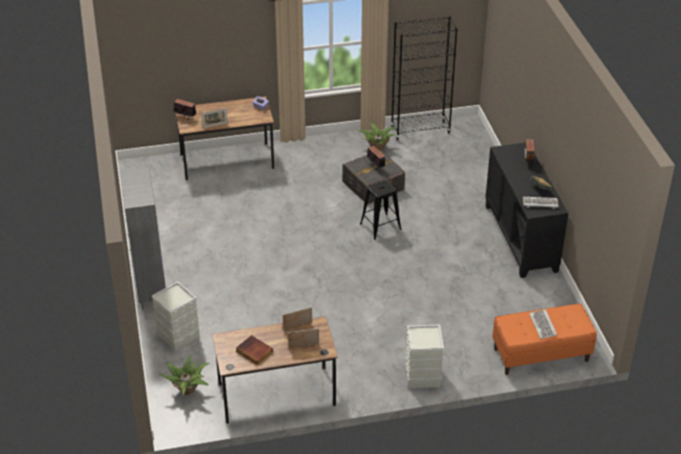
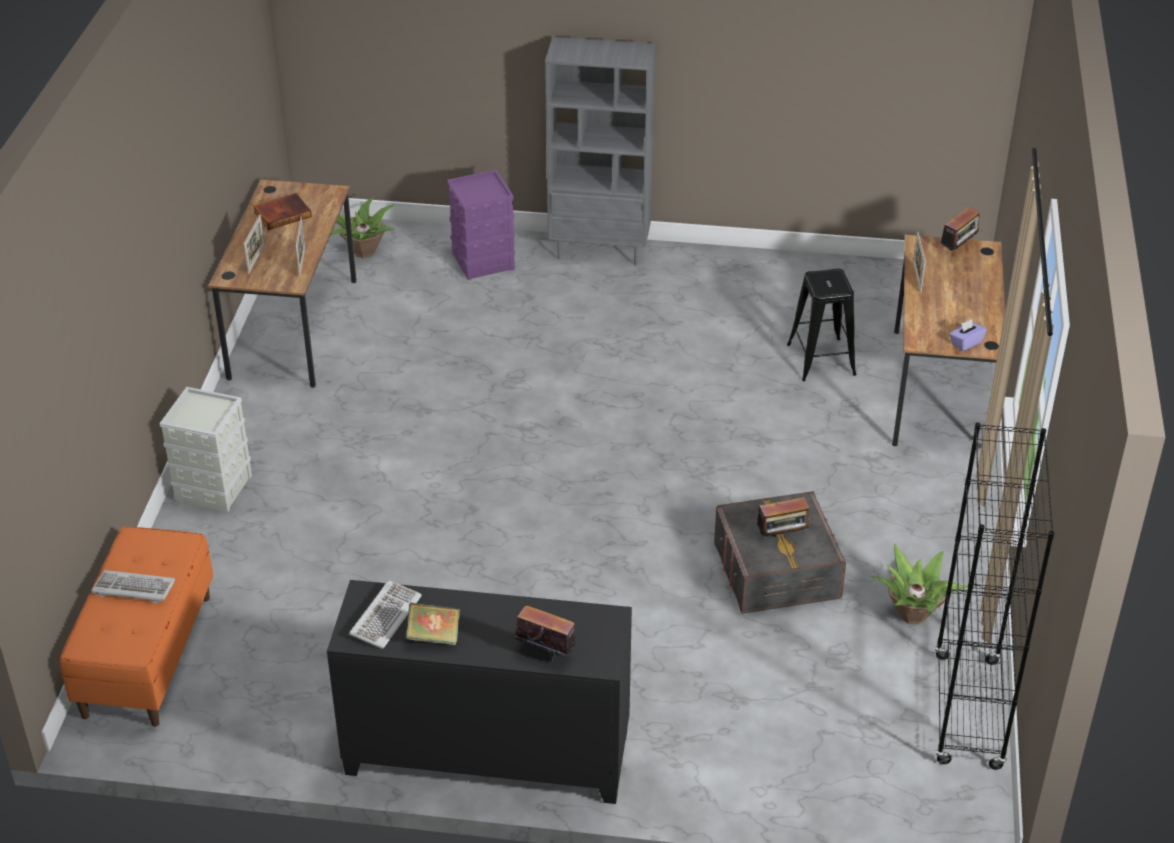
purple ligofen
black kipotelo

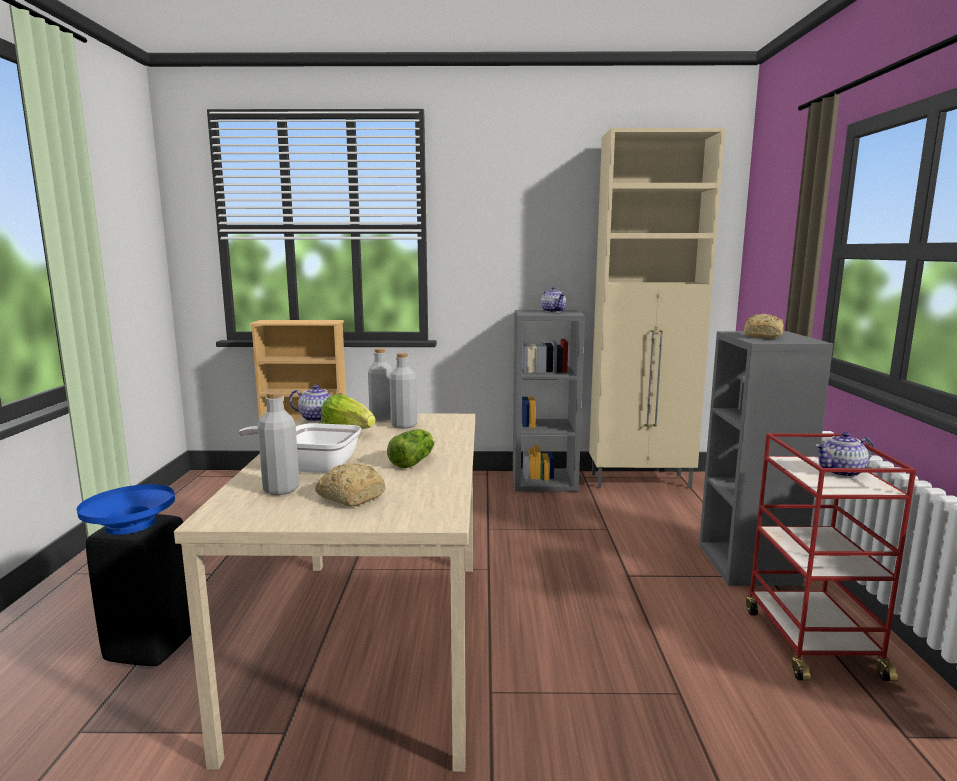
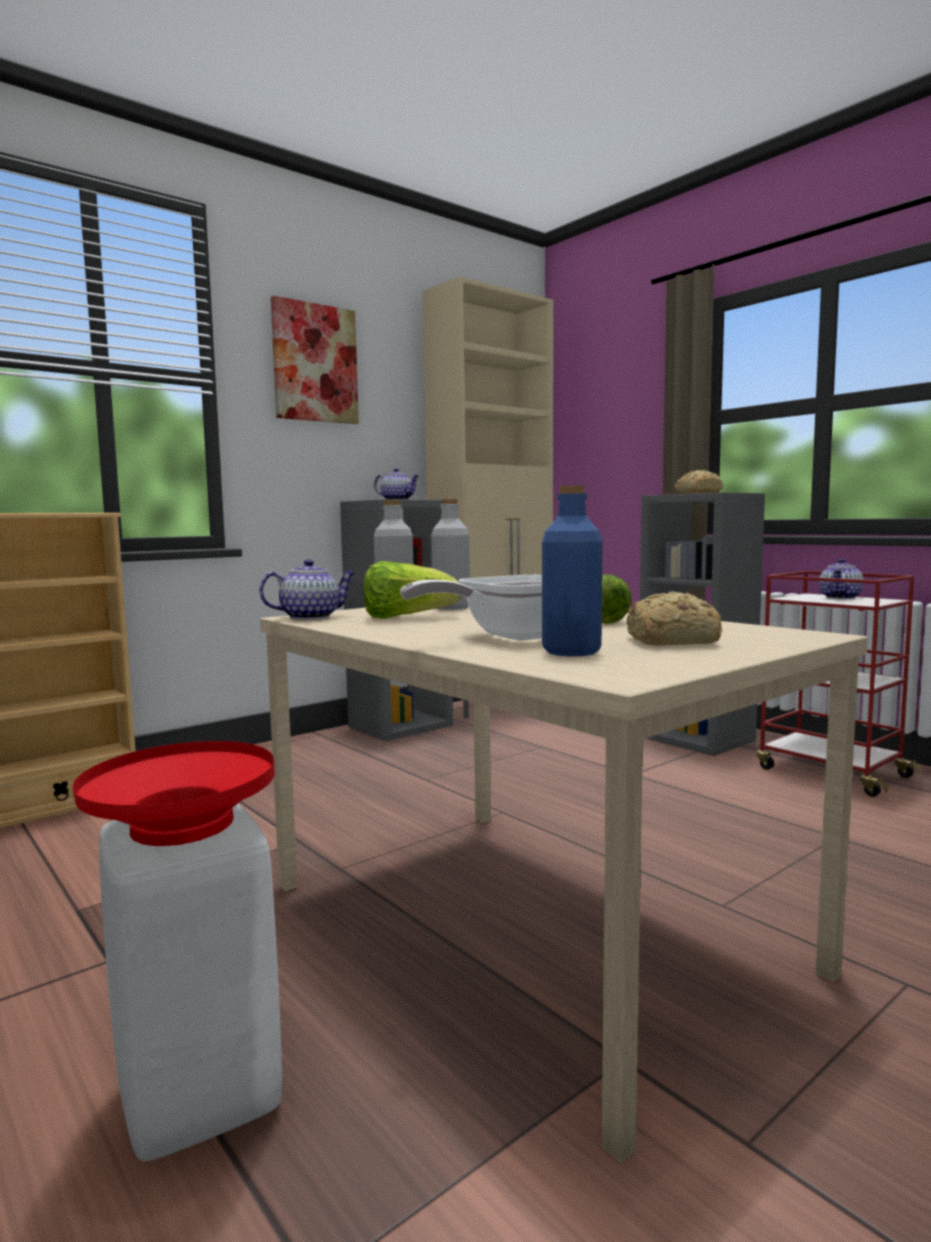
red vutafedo
white kipotelo
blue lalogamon
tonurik

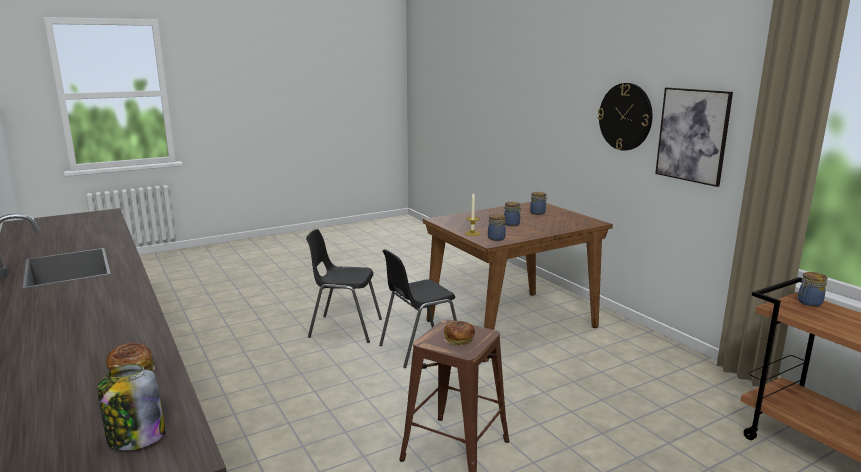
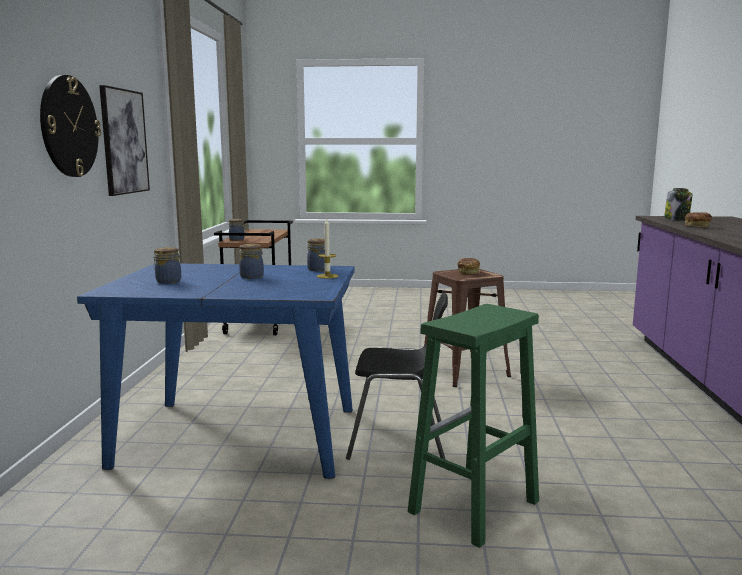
green kipotelo
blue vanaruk

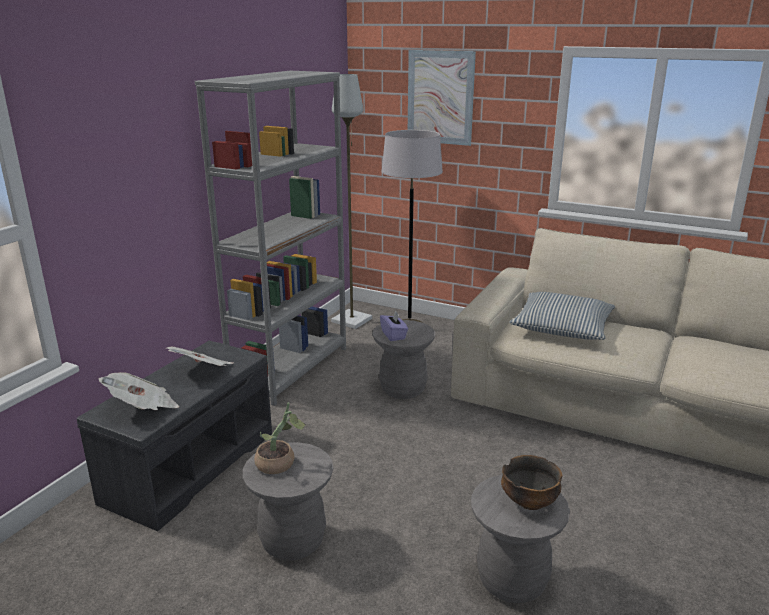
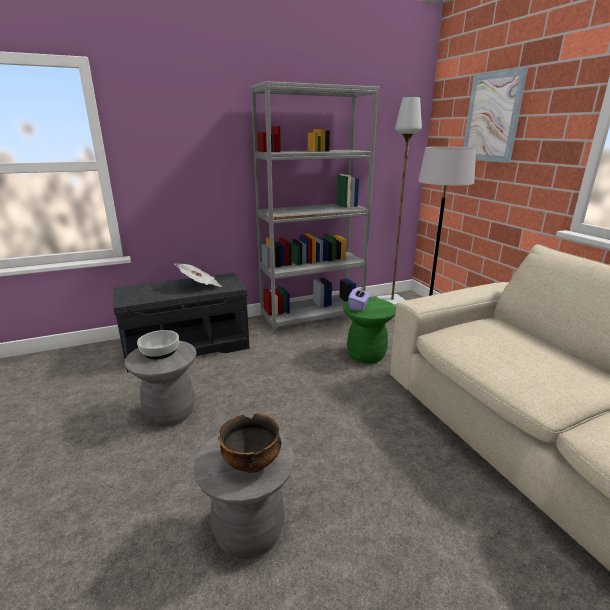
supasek (1st from left in the first image)
vutafedo (1st from left)
green kipotelo
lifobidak

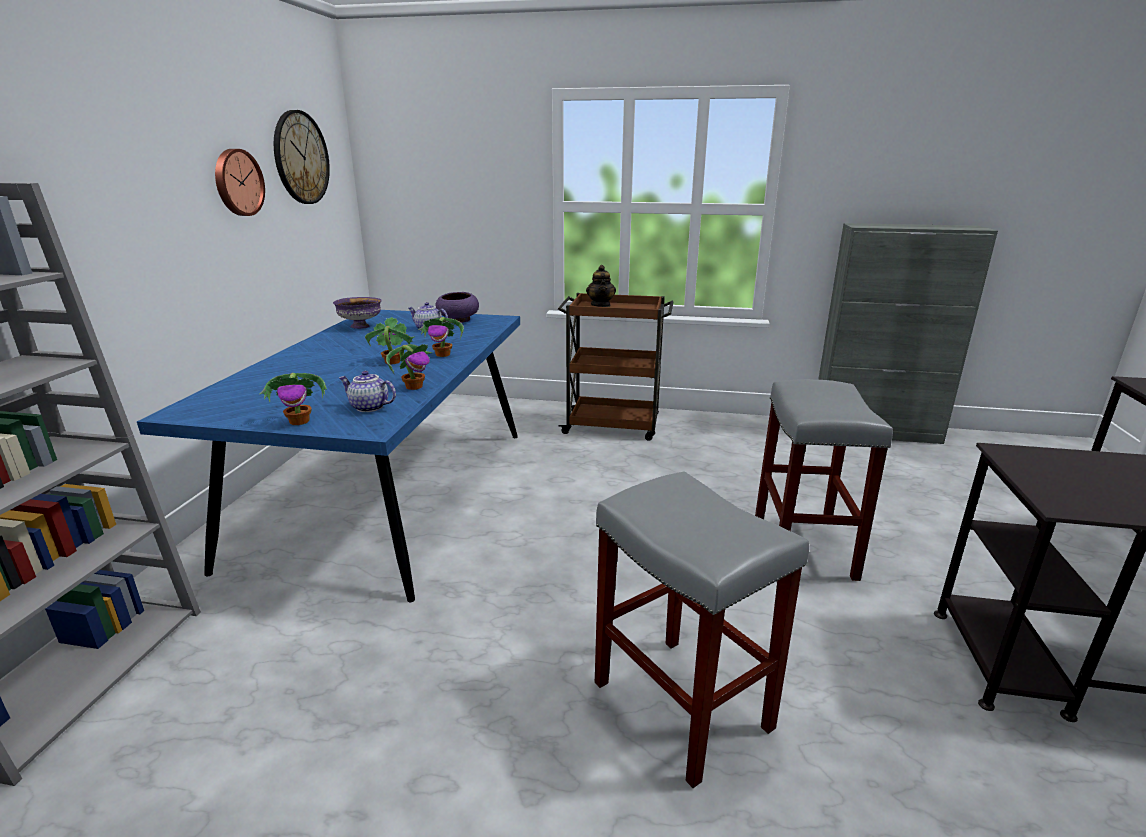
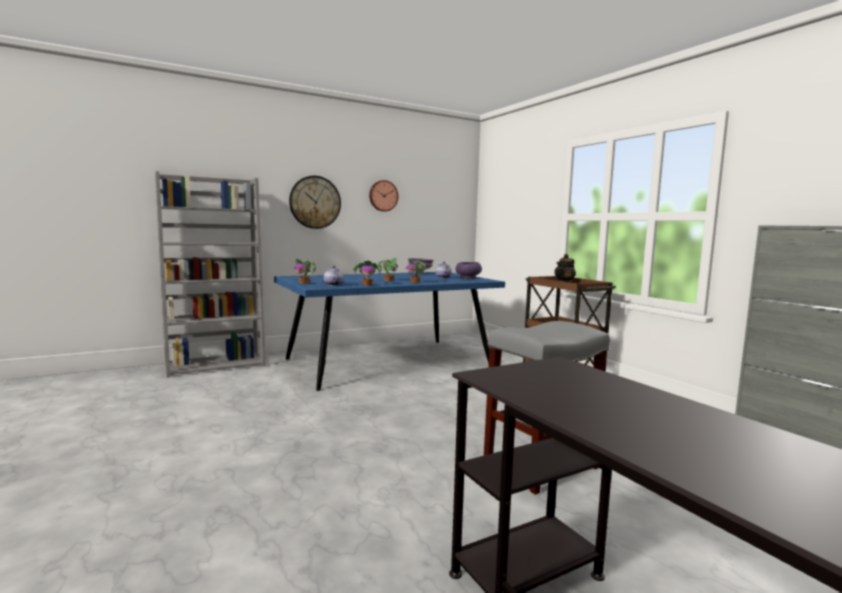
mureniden (1st from left)
grey kipotelo (1st from left in the first image)

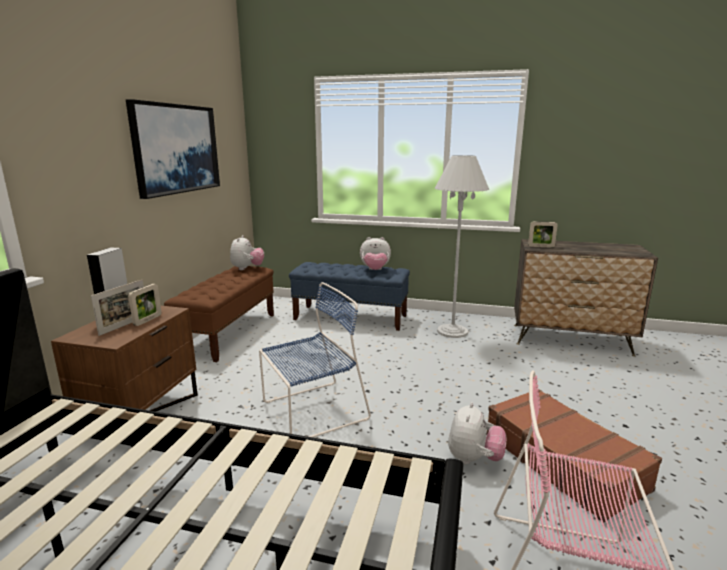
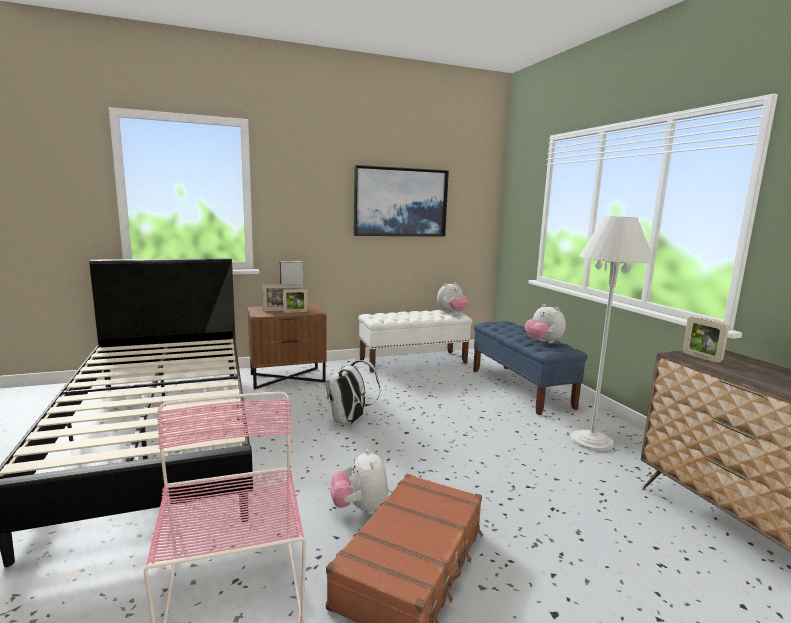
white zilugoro
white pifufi
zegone (1st from left)

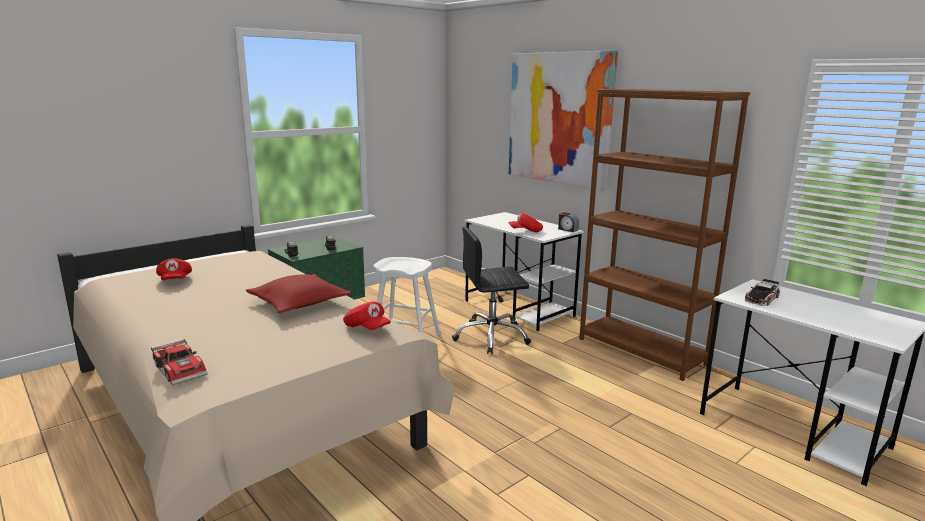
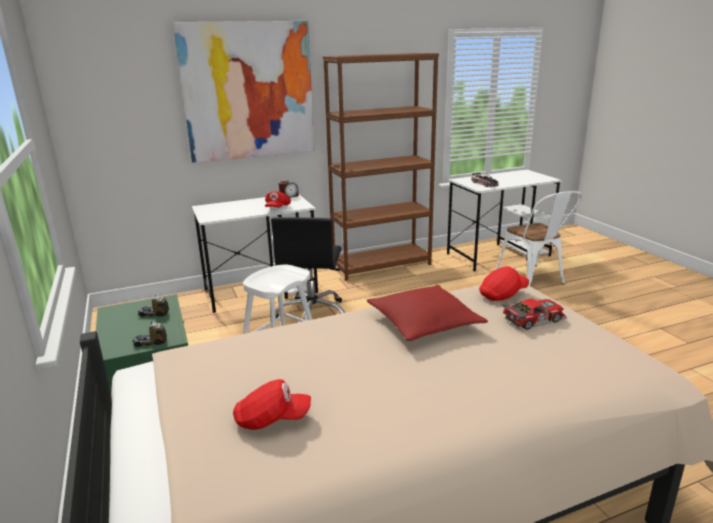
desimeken (2nd from left)
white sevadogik

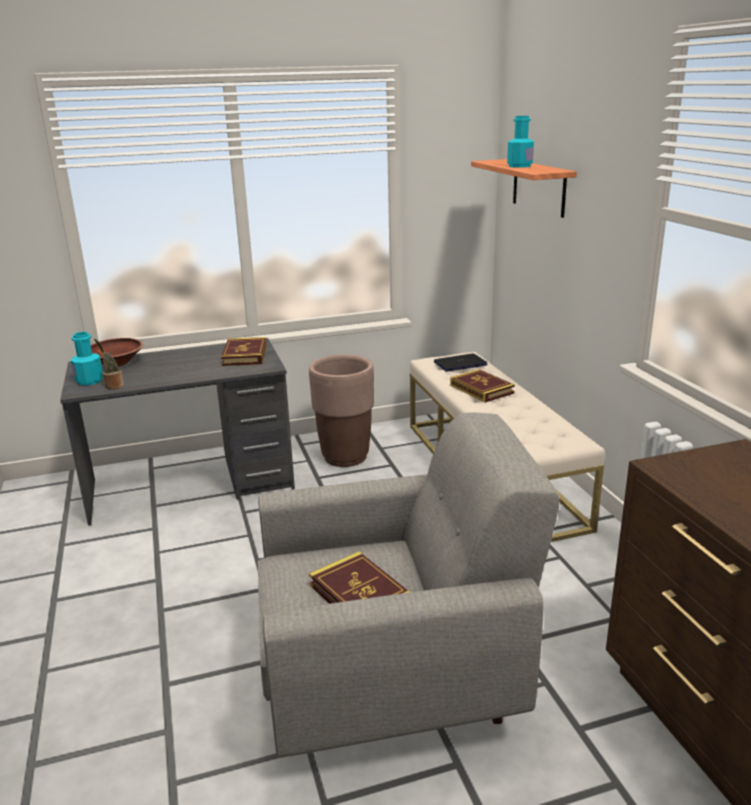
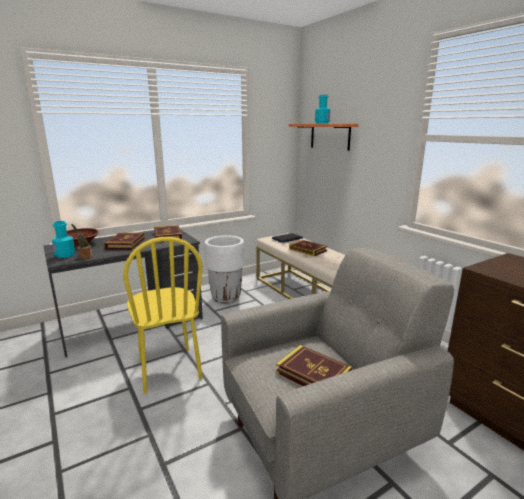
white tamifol
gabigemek (1st from left)
yellow sevadogik

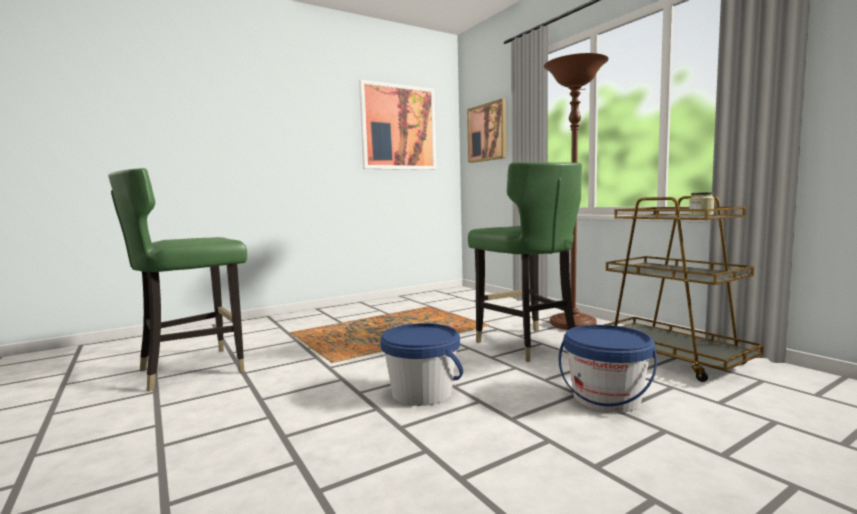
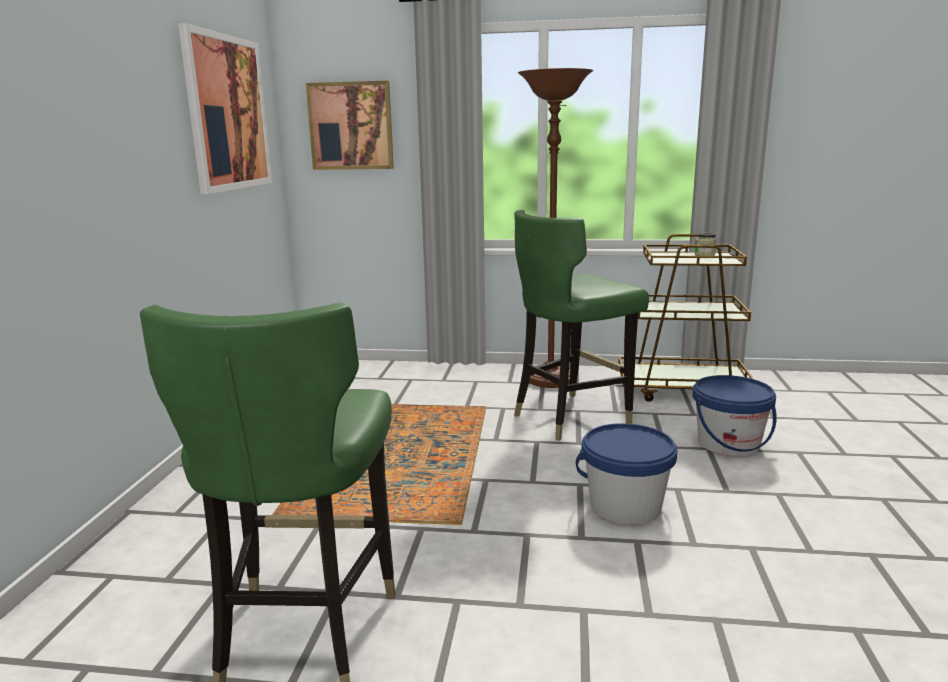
green sevadogik (2nd from left)

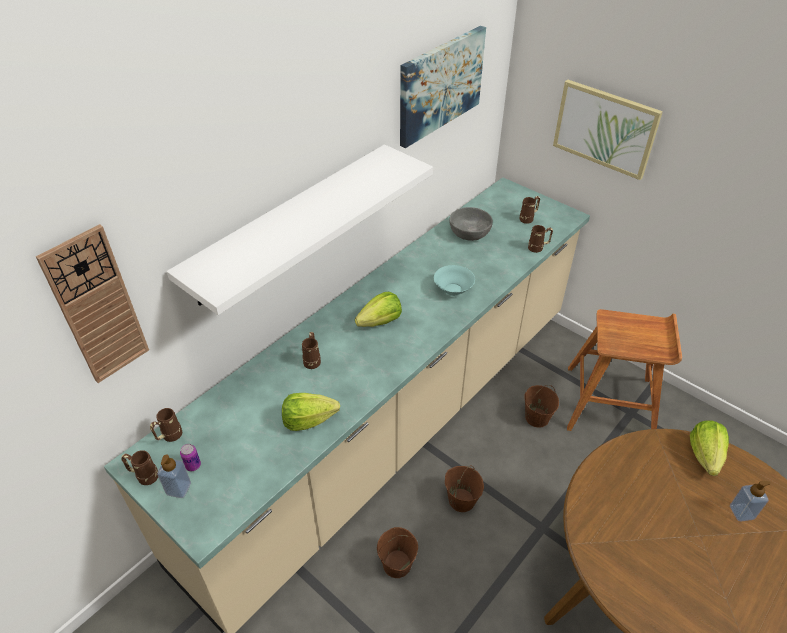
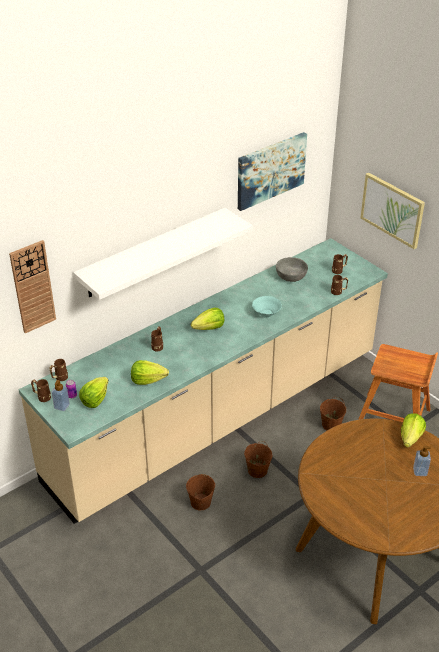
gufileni (1st from left)

